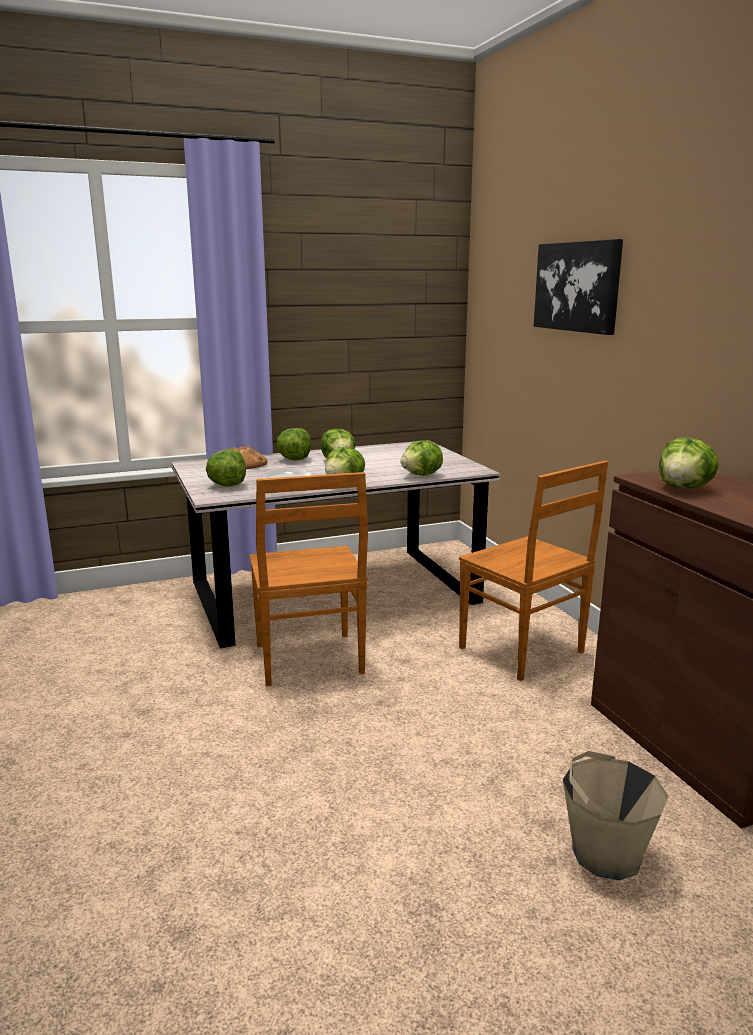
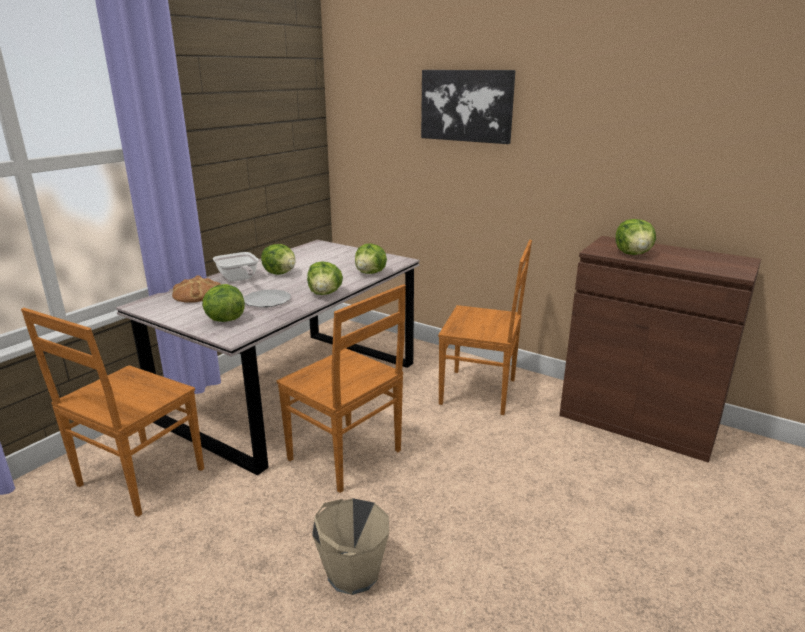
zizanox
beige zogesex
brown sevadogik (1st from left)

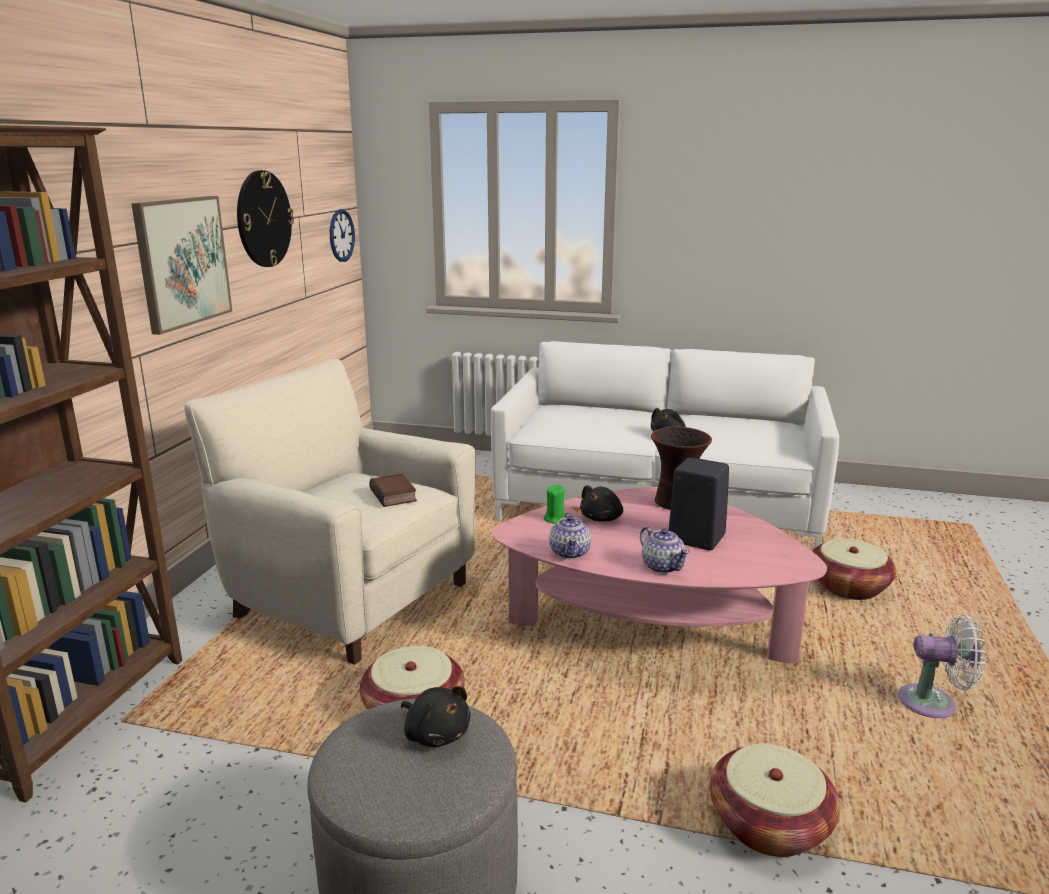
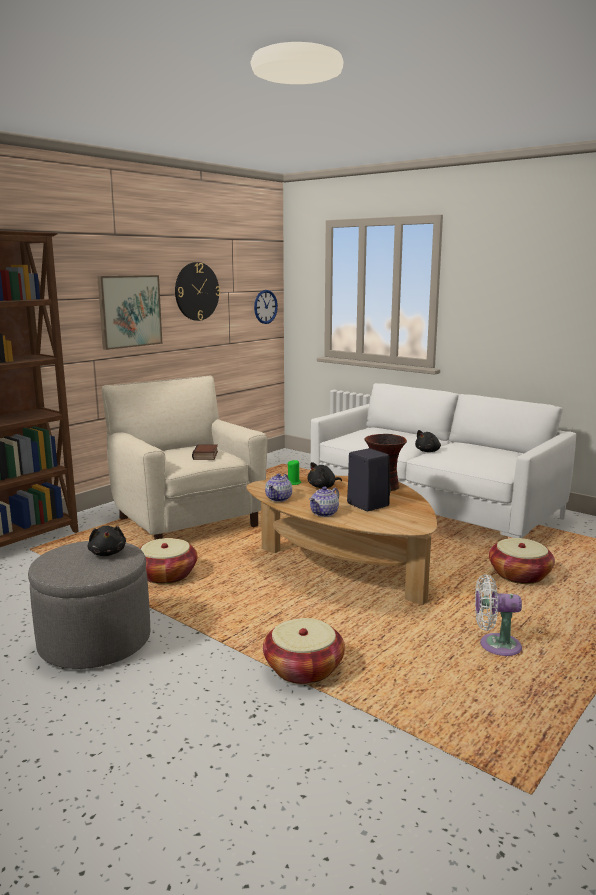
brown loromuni
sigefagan (2nd from left)
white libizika

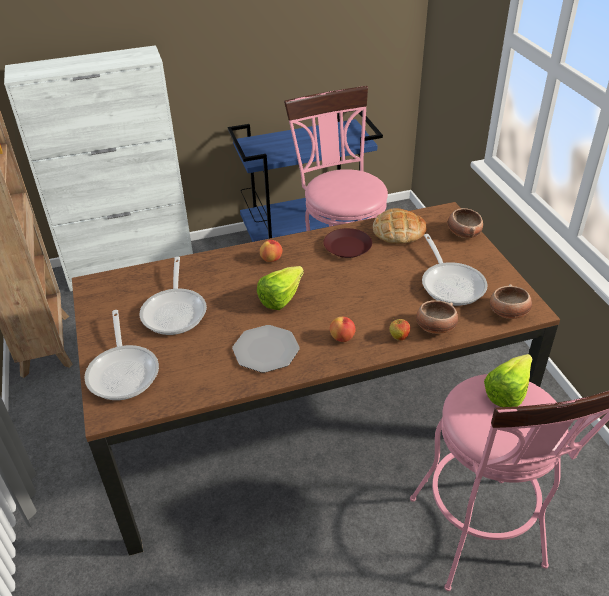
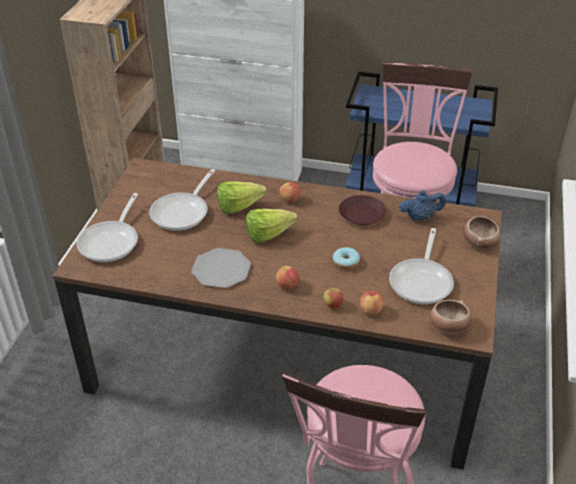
blue sigefagan
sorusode (4th from left)
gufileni (1st from left)
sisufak

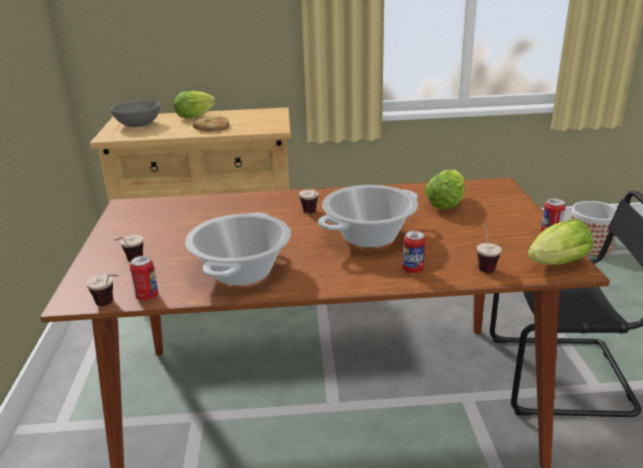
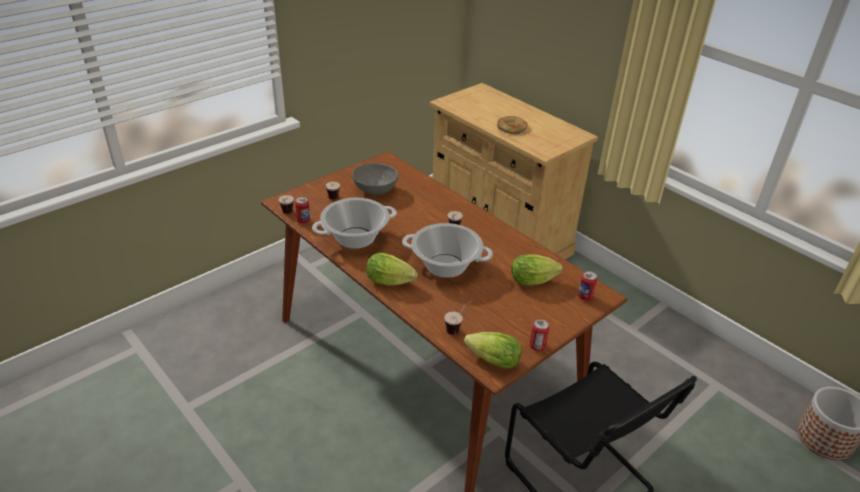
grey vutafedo
gufileni (1st from left)
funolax (3rd from left)

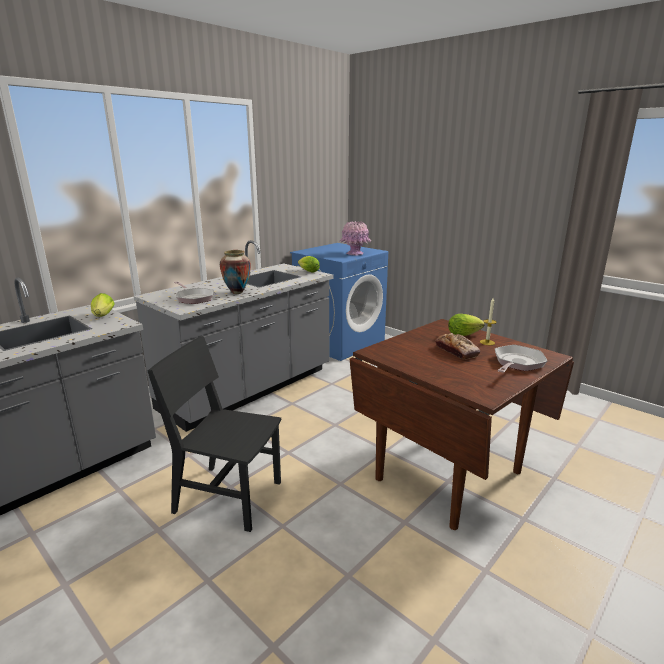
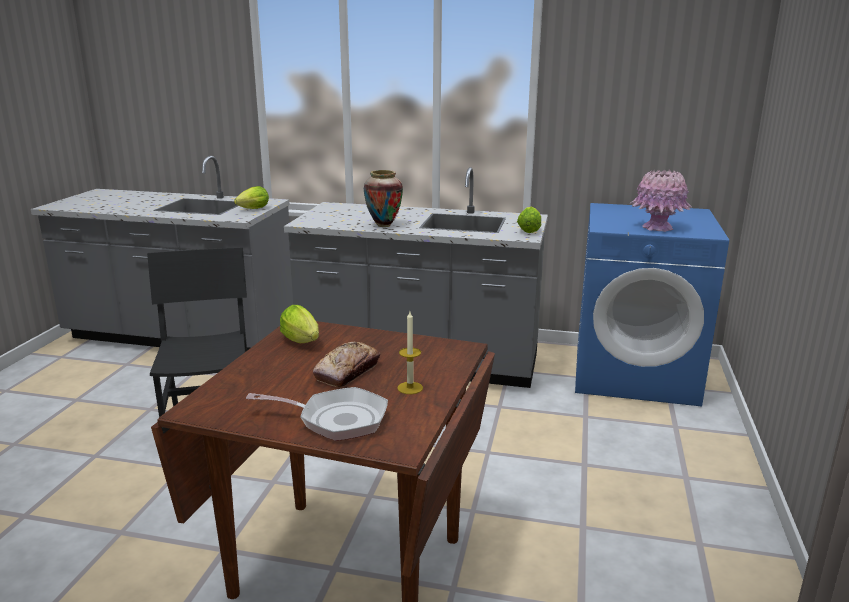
zizanox (1st from left in the first image)
gufileni (2nd from left)

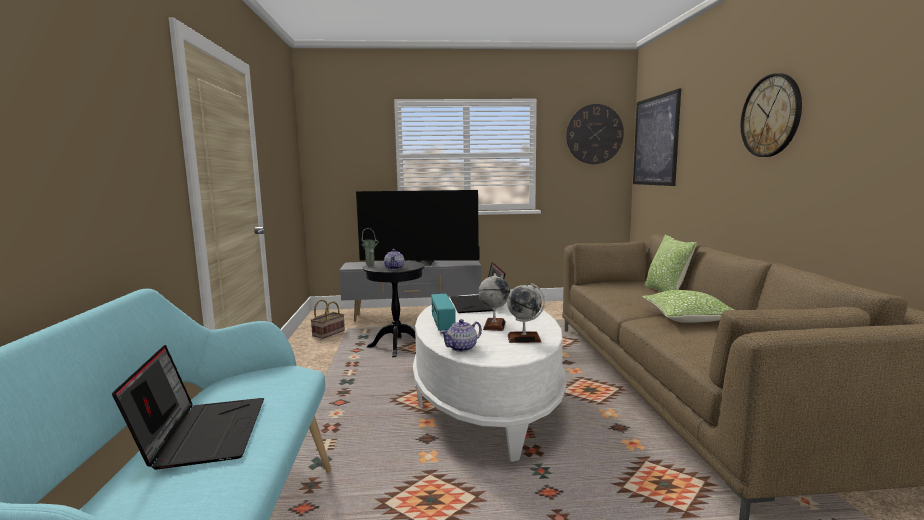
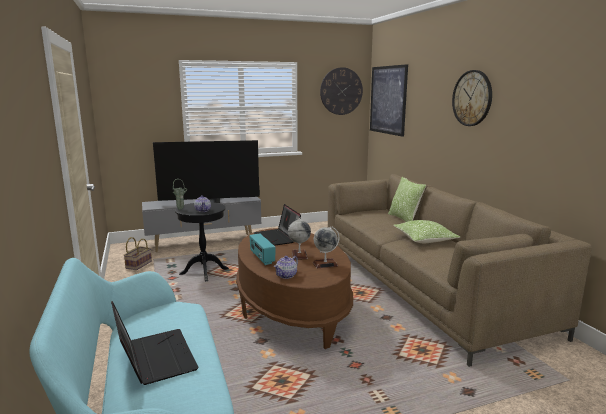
brown loromuni

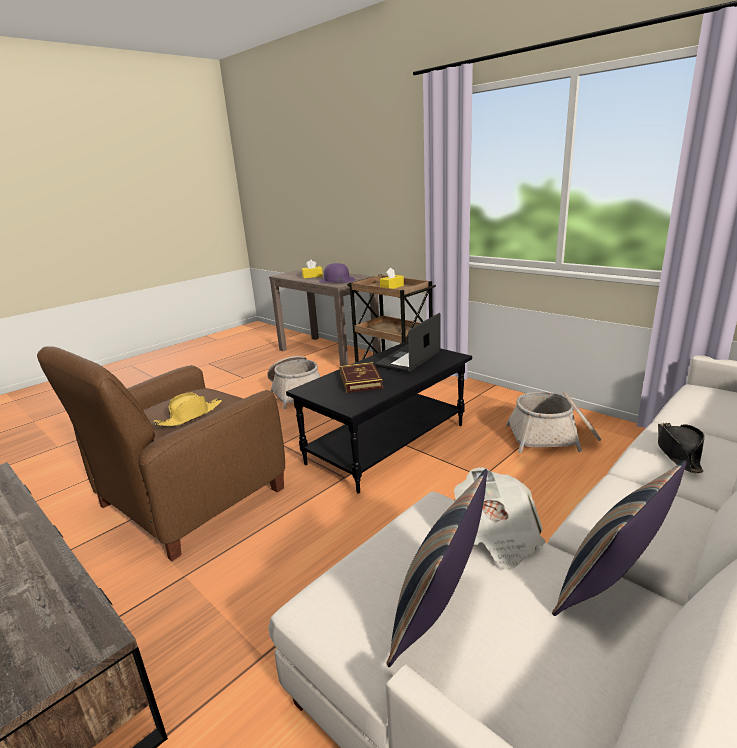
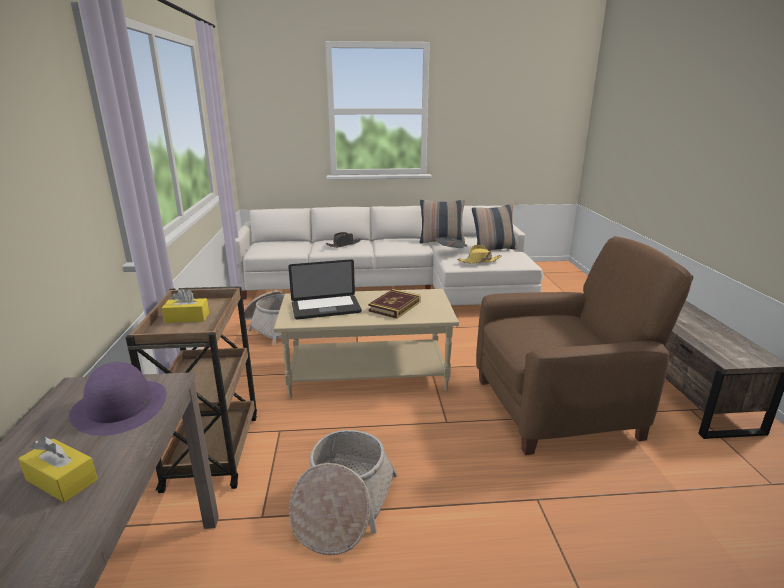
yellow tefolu
beige loromuni

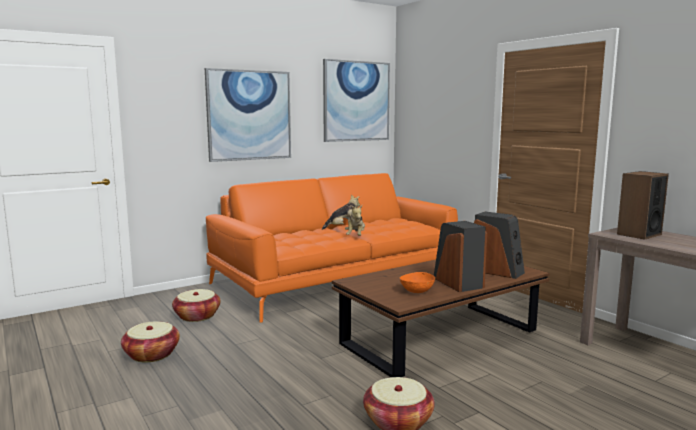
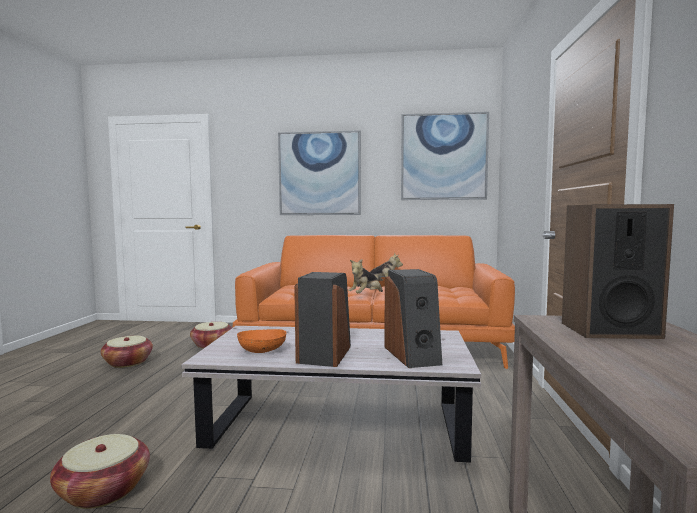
white loromuni

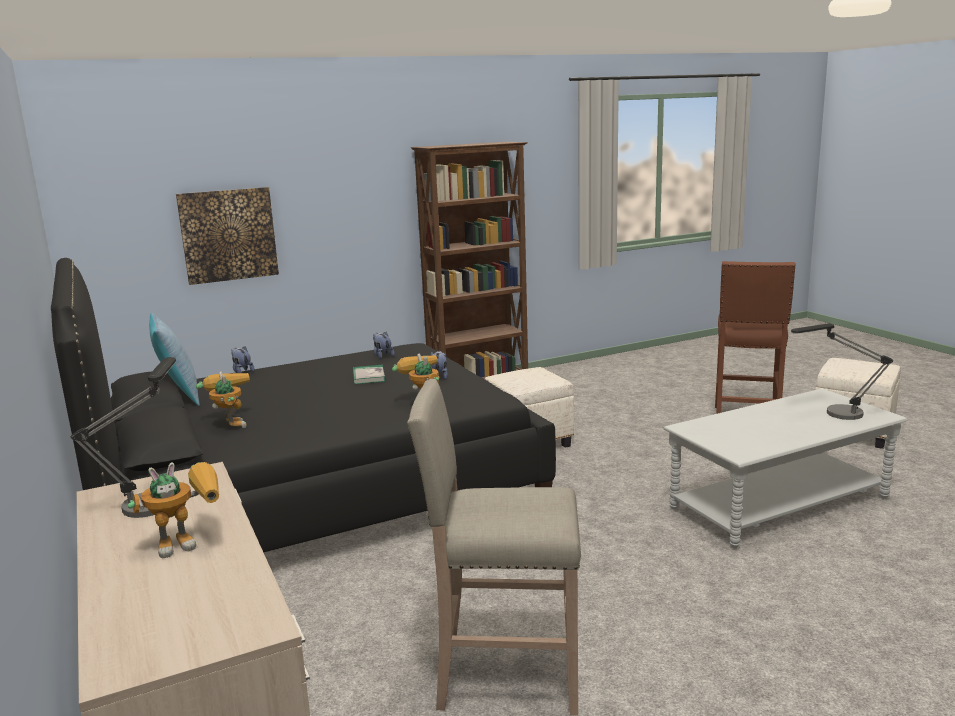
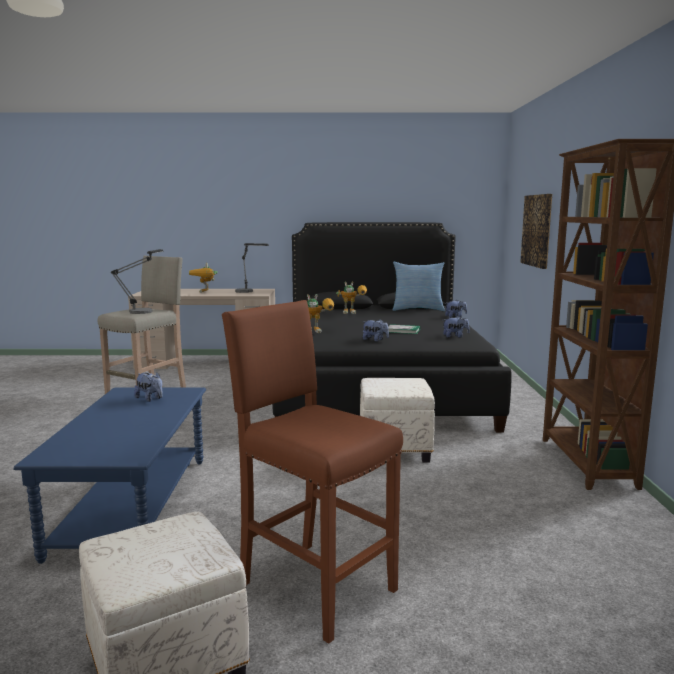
blue loromuni
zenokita (1st from left)
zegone (1st from left)

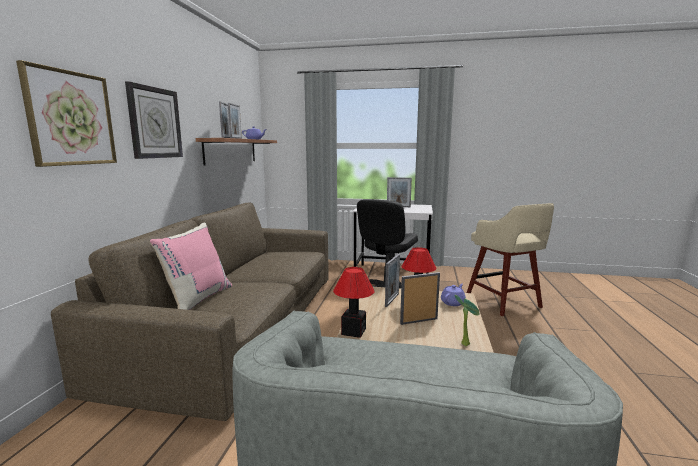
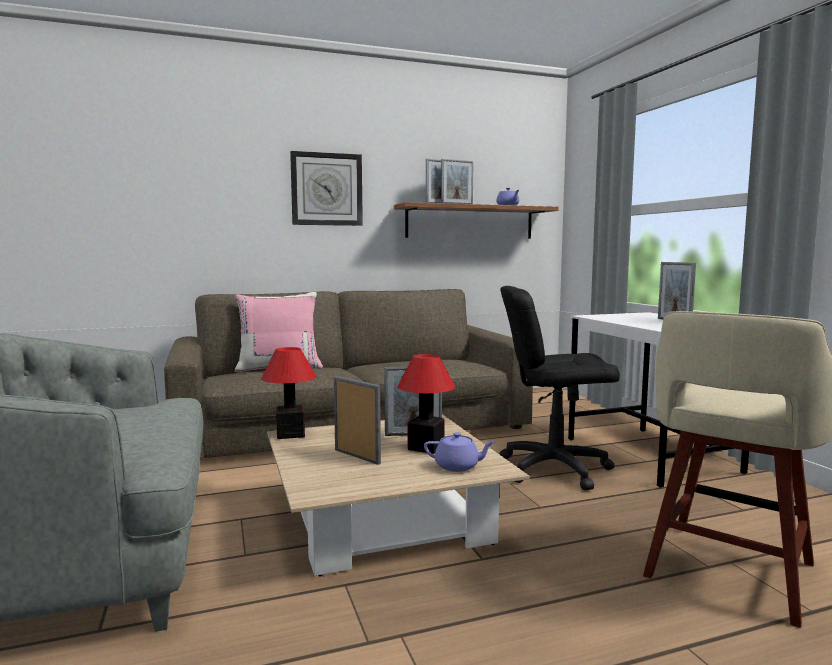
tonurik
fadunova

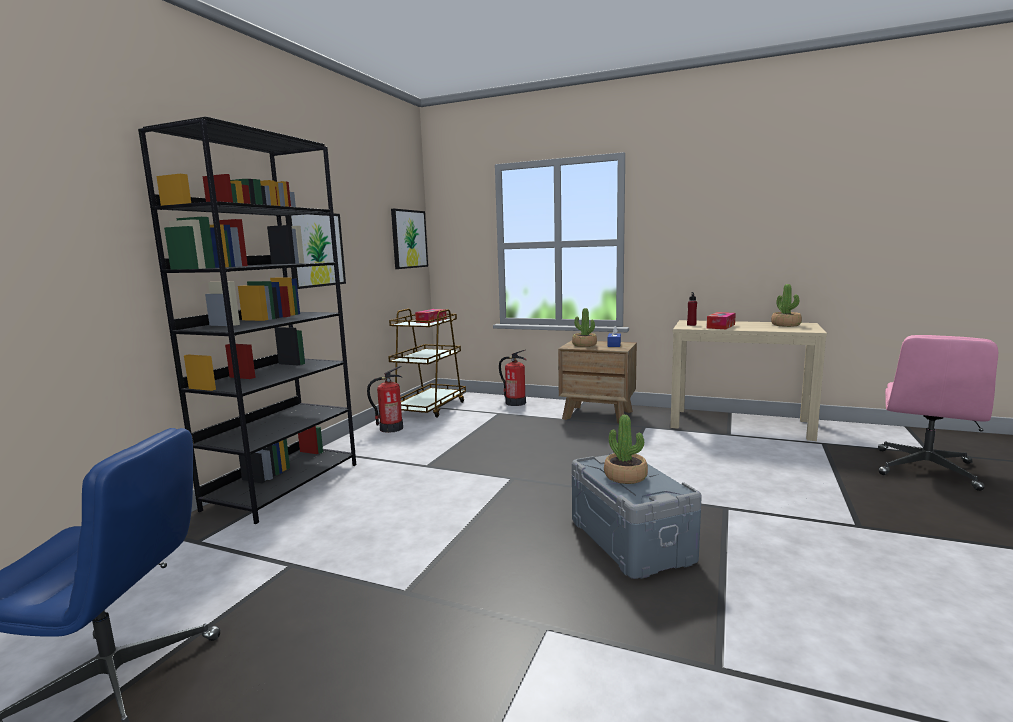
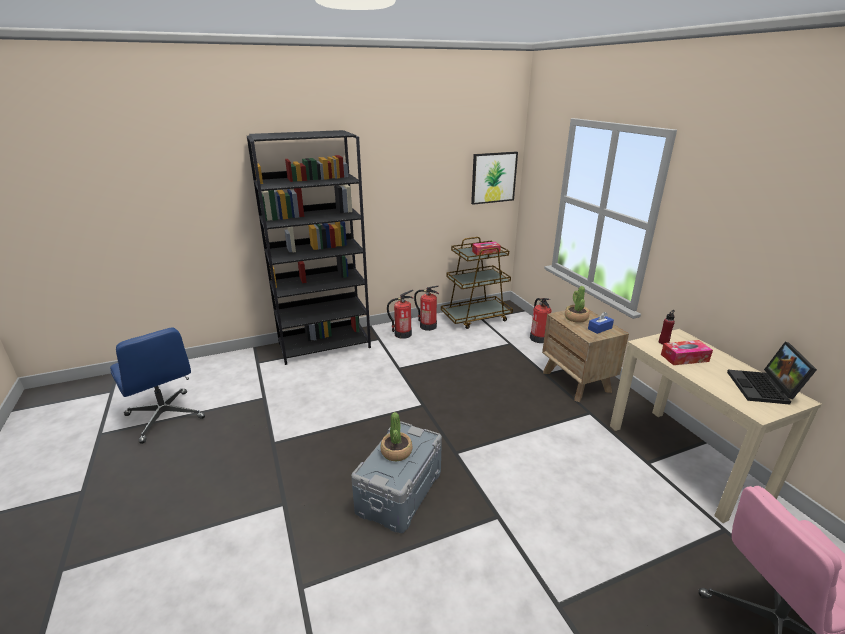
tonurik (1st from left in the first image)
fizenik
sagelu (1st from left)

